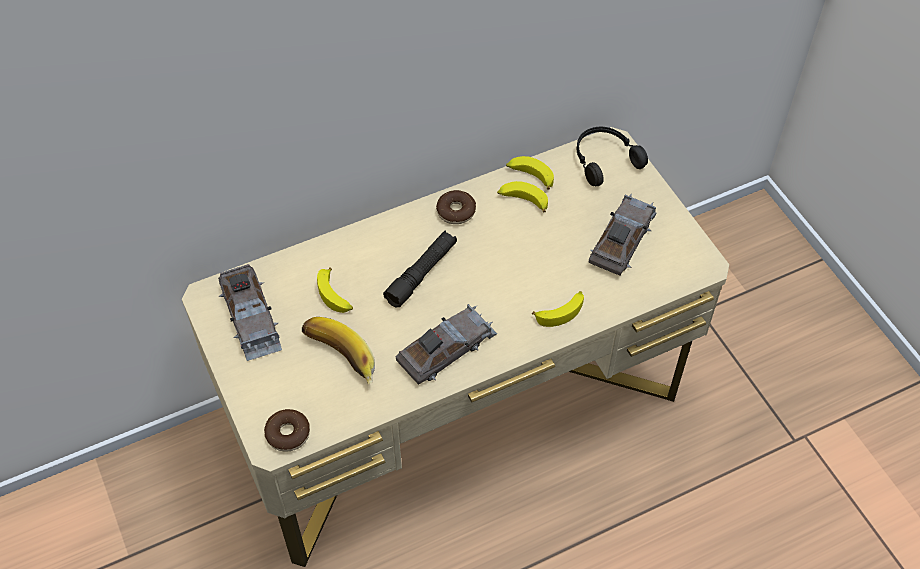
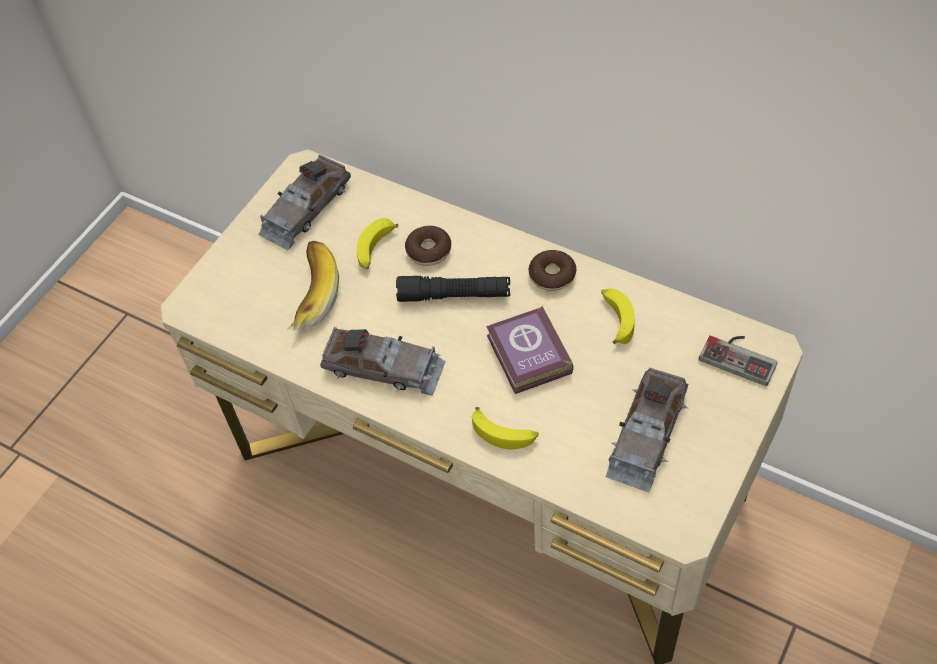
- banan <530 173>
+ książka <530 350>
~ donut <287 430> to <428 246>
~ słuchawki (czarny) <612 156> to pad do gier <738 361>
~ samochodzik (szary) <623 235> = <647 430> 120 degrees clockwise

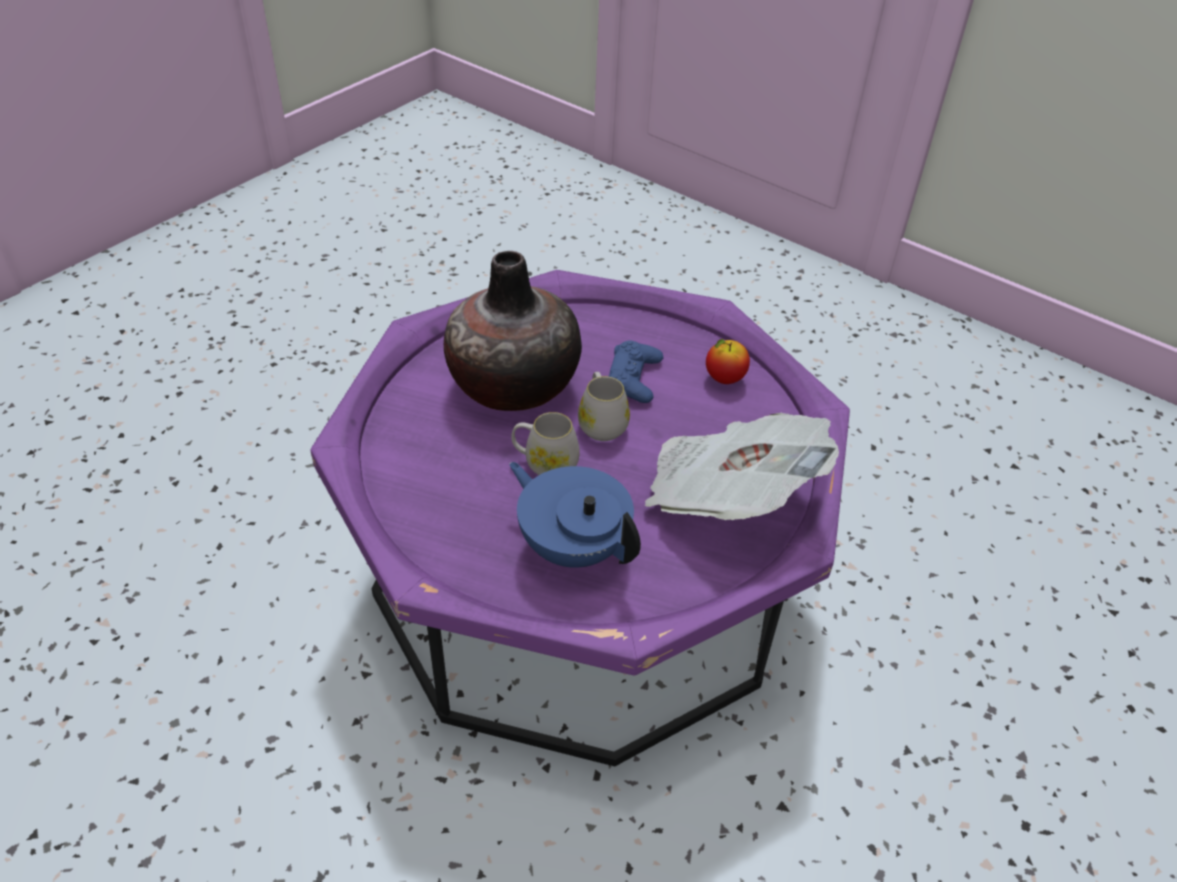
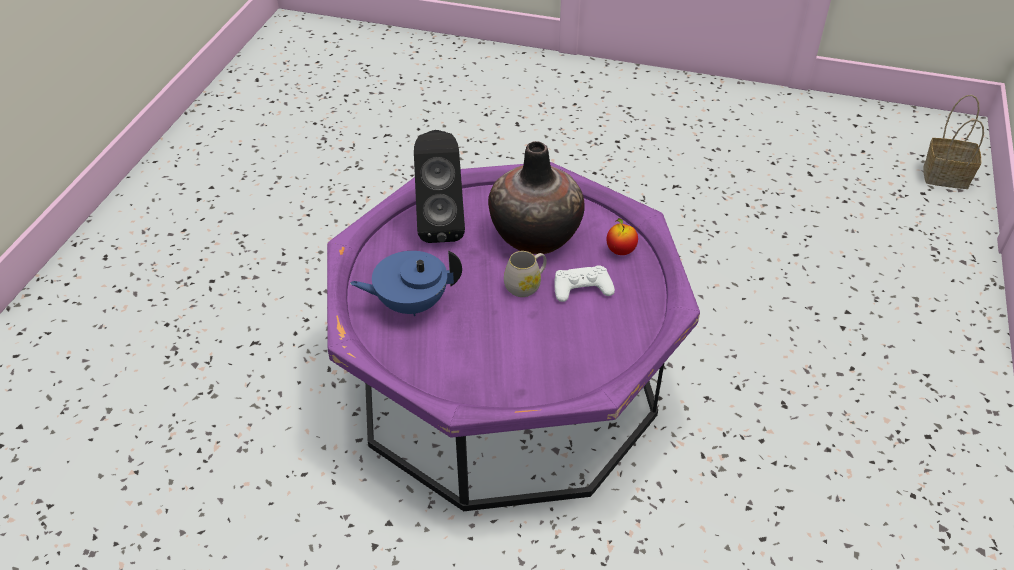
- kubek (biały) <545 443>
- gazeta <742 466>
+ głośnik (czarny) <439 186>
+ koszyk <953 142>
~ jabłko <728 361> to <622 236>
~ pad do gier (niebieski) <635 371> to pad do gier (biały) <584 283>
~ imbryk (niebieski) <575 515> = <406 283> 120 degrees counterclockwise

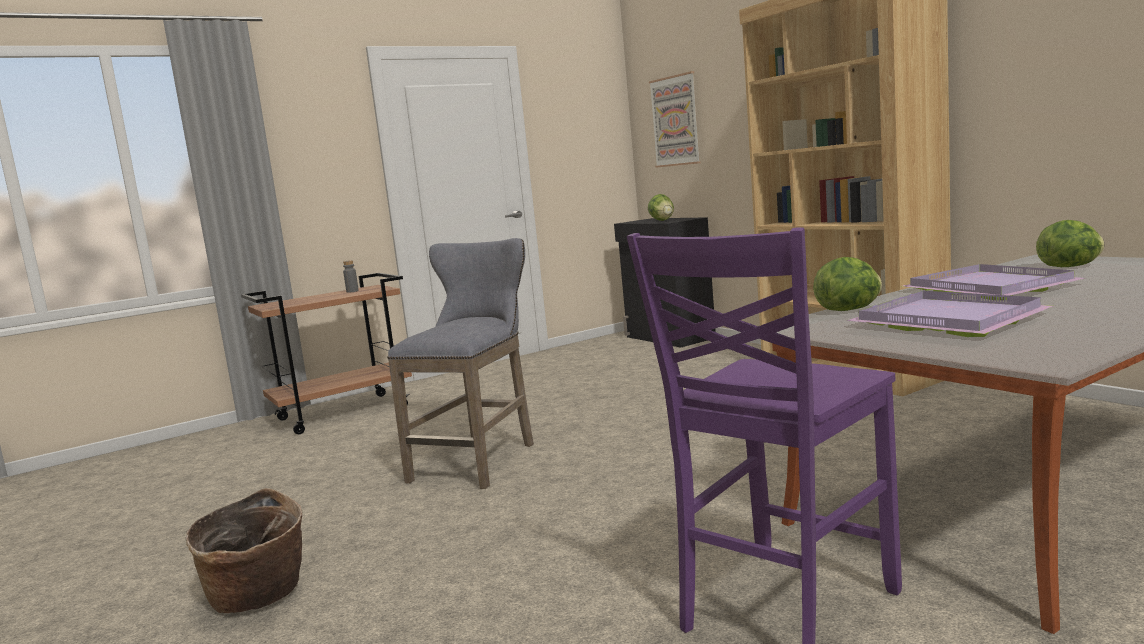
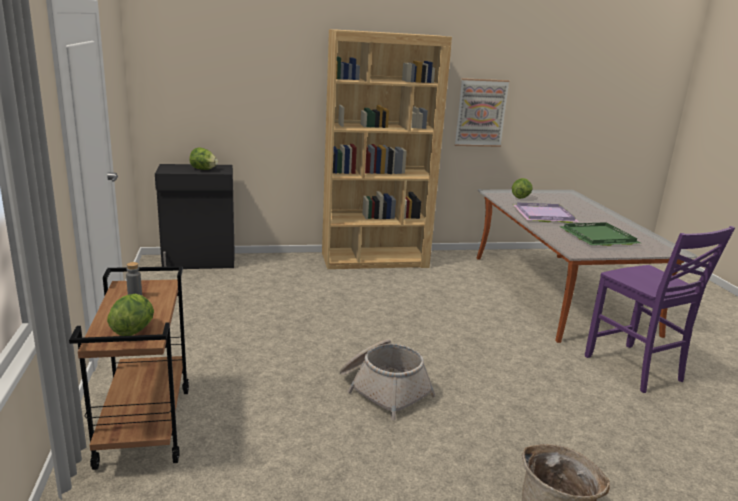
~ obraz <674 119> to <482 112>
~ sałata <847 284> to <130 315>
~ stołek (szary) <460 363> to koszyk <388 379>
~ taca (fioletowy) <950 314> to taca (zielony) <600 234>

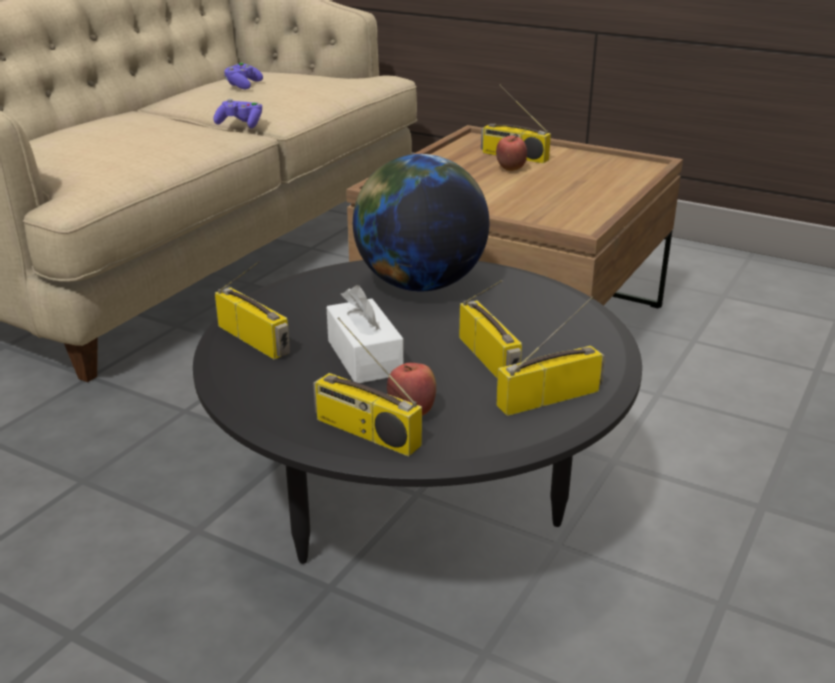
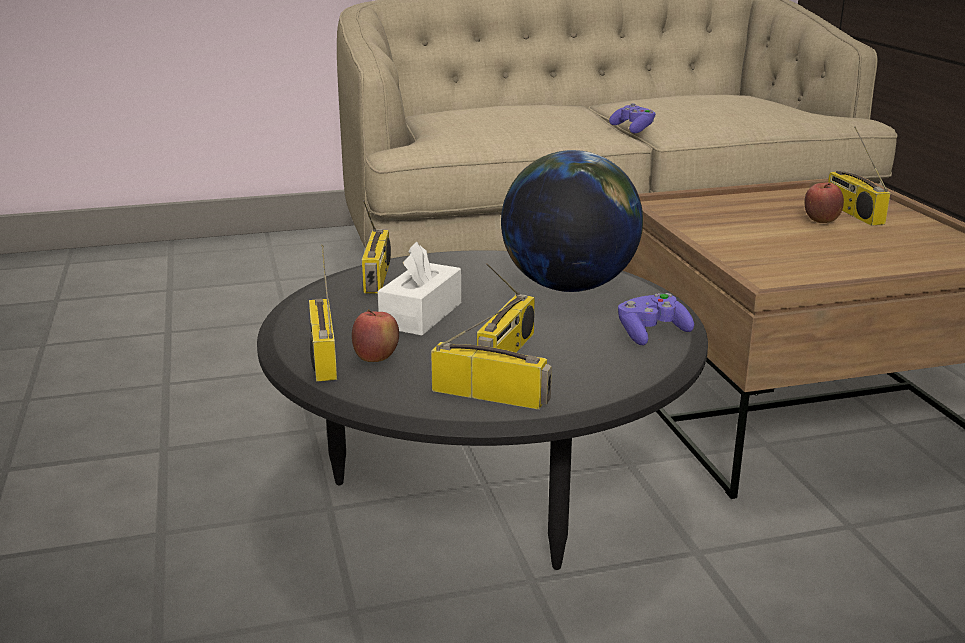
~ pad do gier (fioletowy) <243 76> to <656 319>

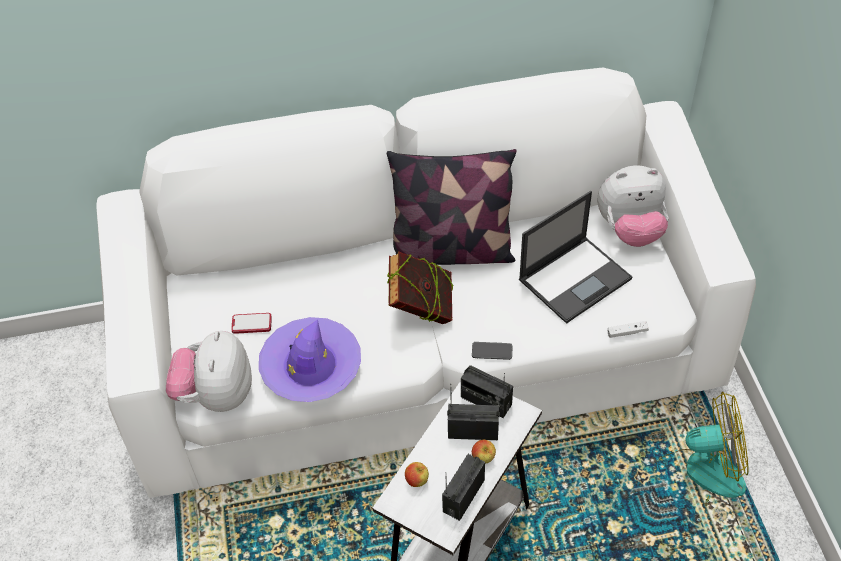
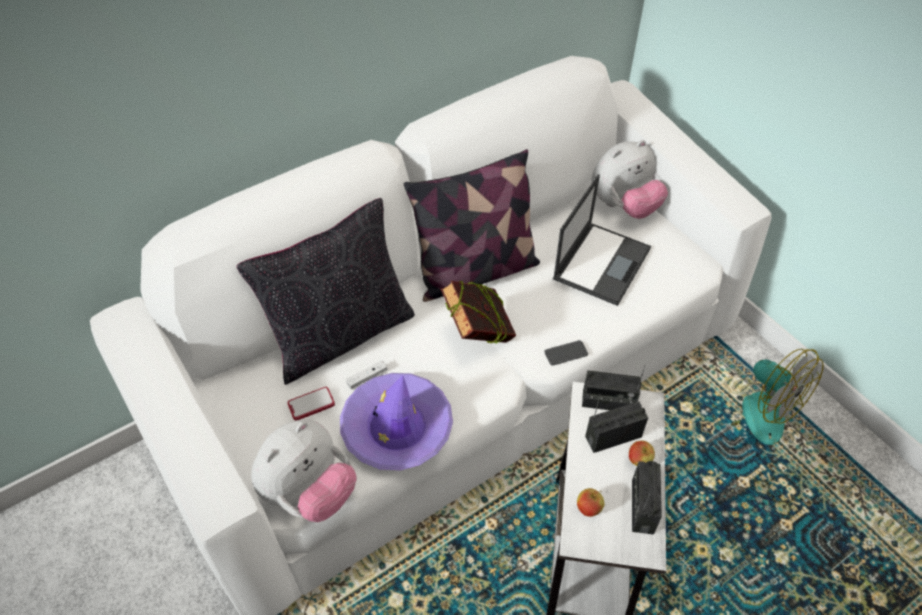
+ poduszka (czarny) <325 291>
~ pad do gier (biały) <628 329> to <366 375>
~ pluszak <209 371> = <303 470> 120 degrees counterclockwise
~ wentylator <702 449> = <775 397> 75 degrees clockwise

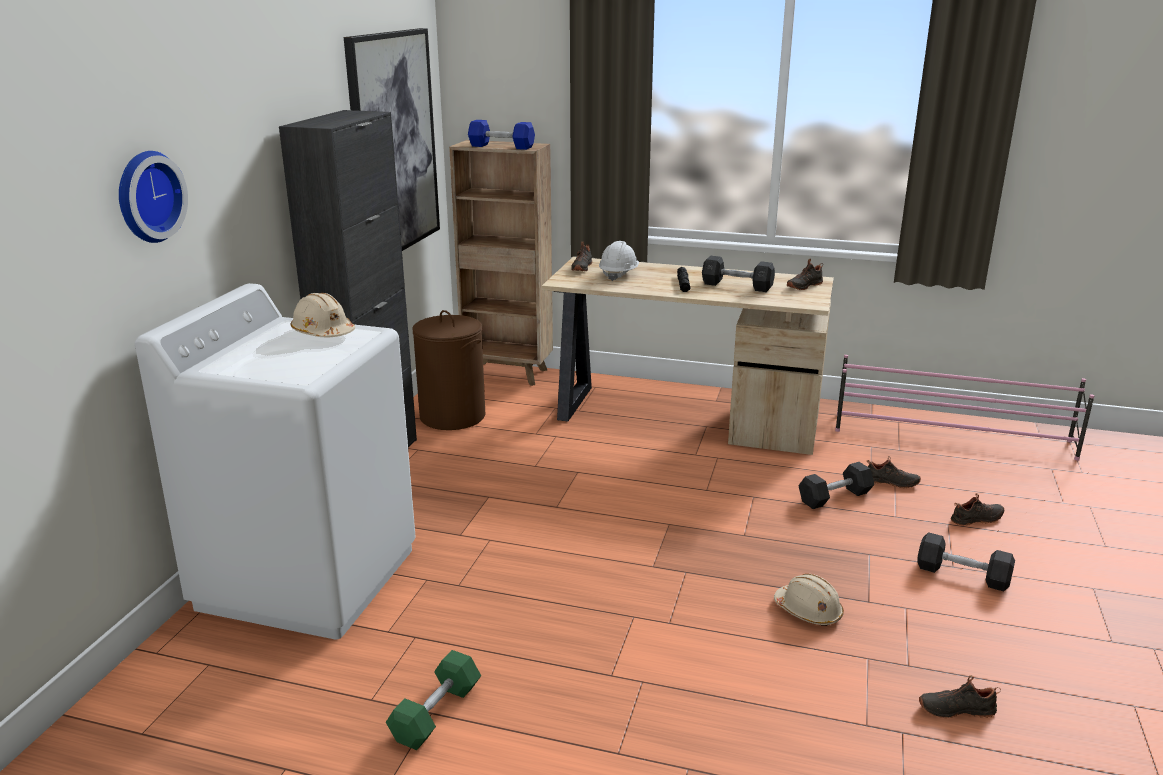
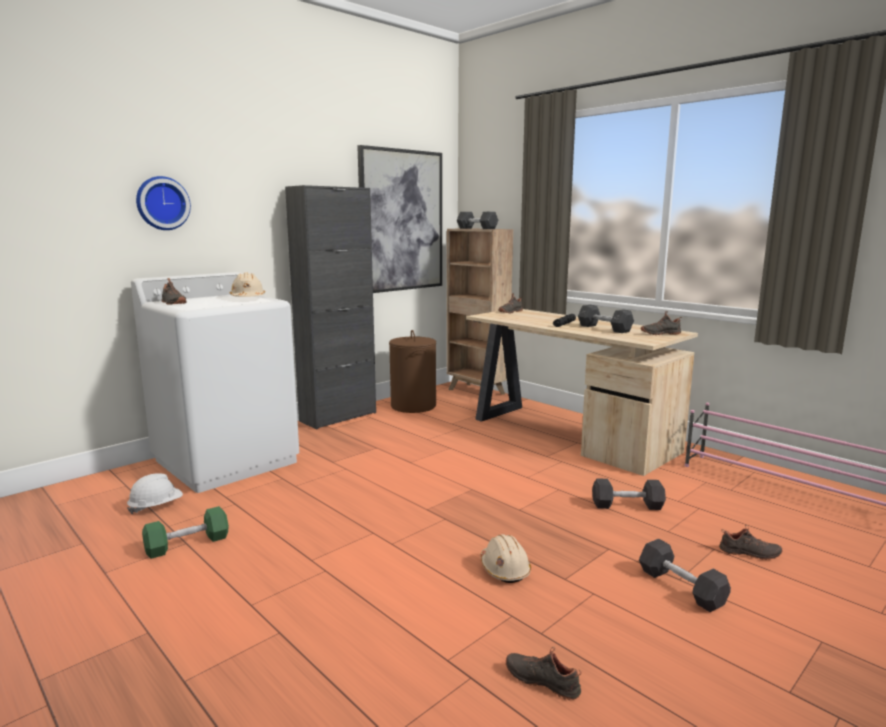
~ kask (biały) <619 261> to <155 493>
~ but (czarny) <894 472> to <174 291>
~ hantel (niebieski) <501 135> to hantel (szary) <478 220>

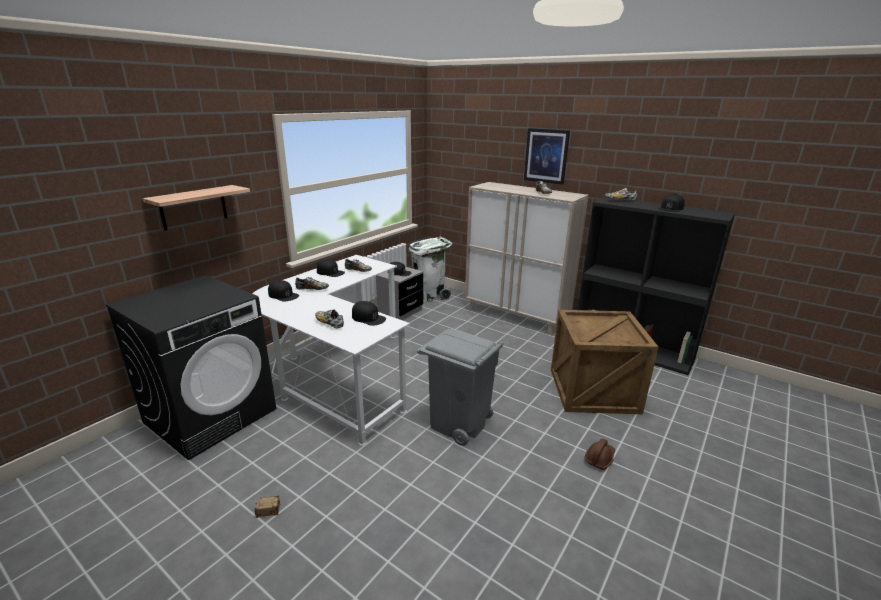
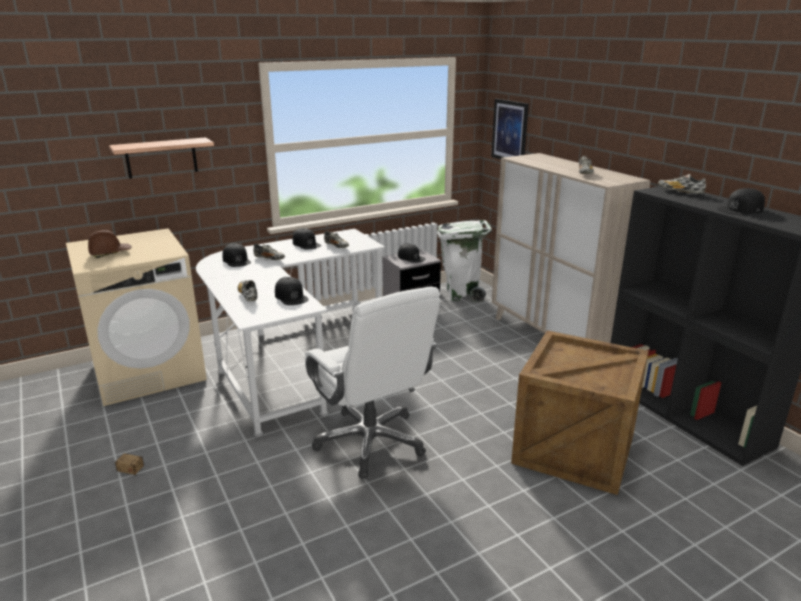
~ obraz <547 156> to <510 129>
~ kask (brązowy) <600 454> to <110 244>
~ kosz na śmieci (szary) <460 387> to krzesło biurowe (biały) <372 383>
~ pralka (czarny) <190 367> to pralka (beżowy) <136 317>

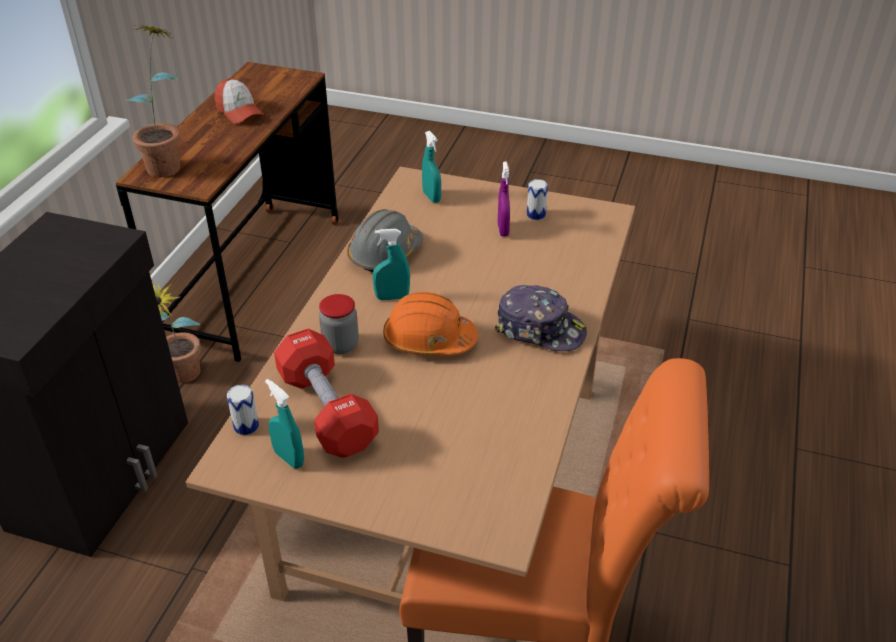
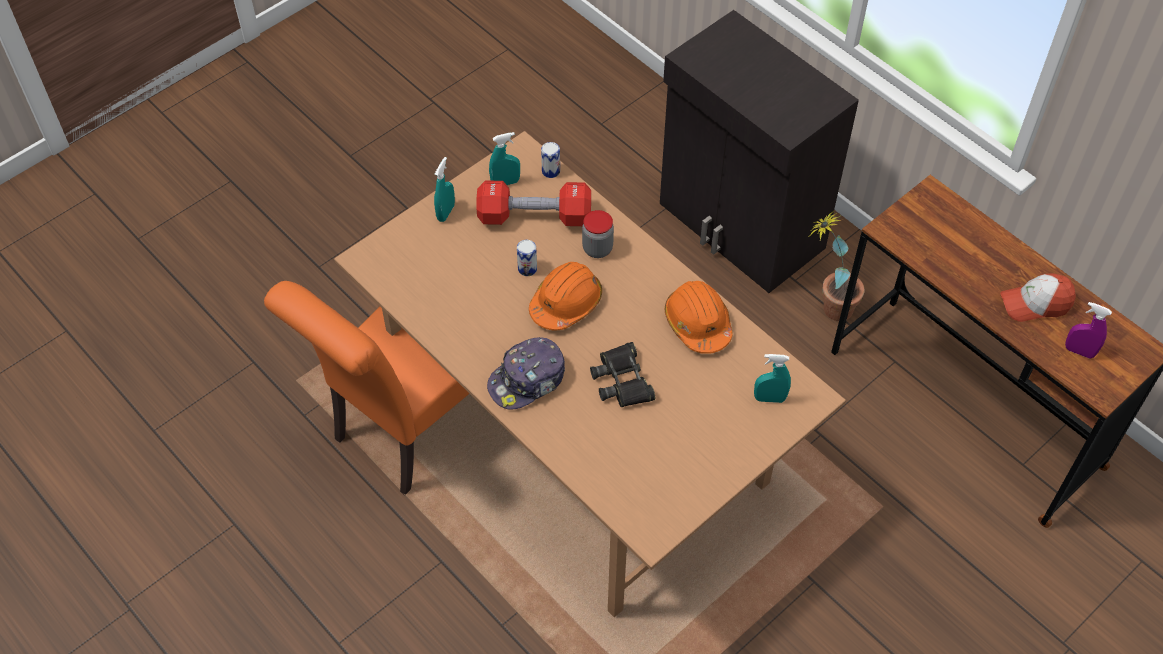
- roślina doniczkowa <153 101>
+ lornetka (czarny) <622 374>
~ spryskiwacz (turkusowy) <391 264> to <444 189>
~ spryskiwacz (fioletowy) <504 199> to <1088 330>
~ puszka <537 199> to <527 258>
~ kask (szary) <385 240> to kask (pomarańczowy) <699 317>

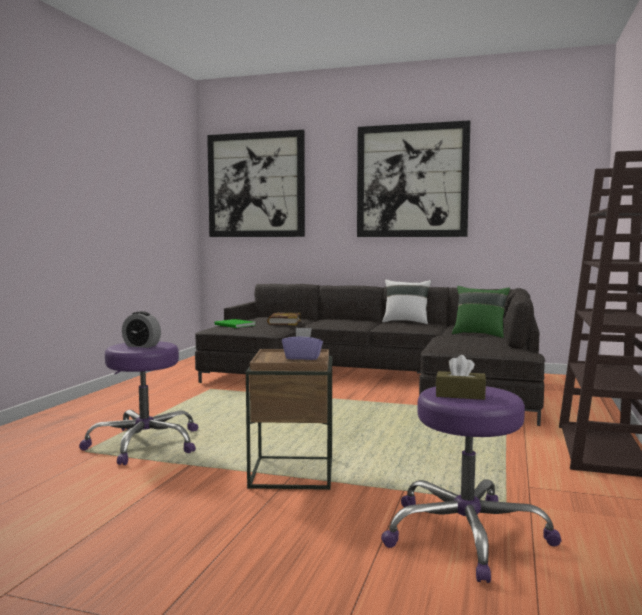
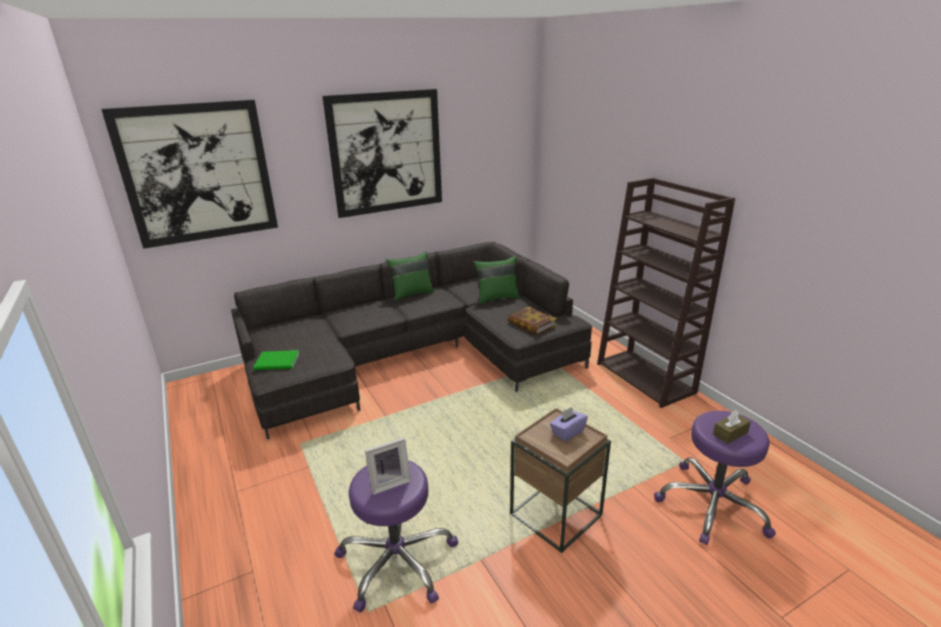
~ książka <284 318> to <532 321>
~ budzik <141 329> to ramka na zdjęcie <388 466>
~ poduszka (biały) <406 301> to poduszka (zielony) <410 276>

